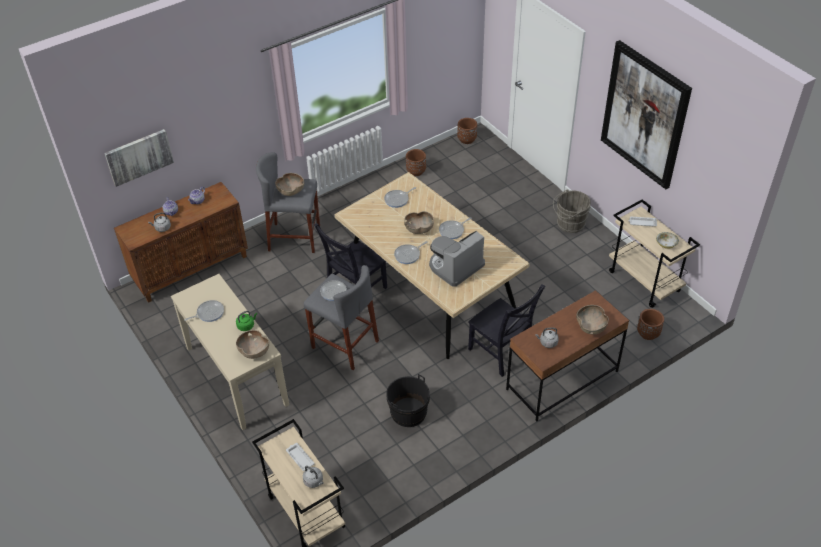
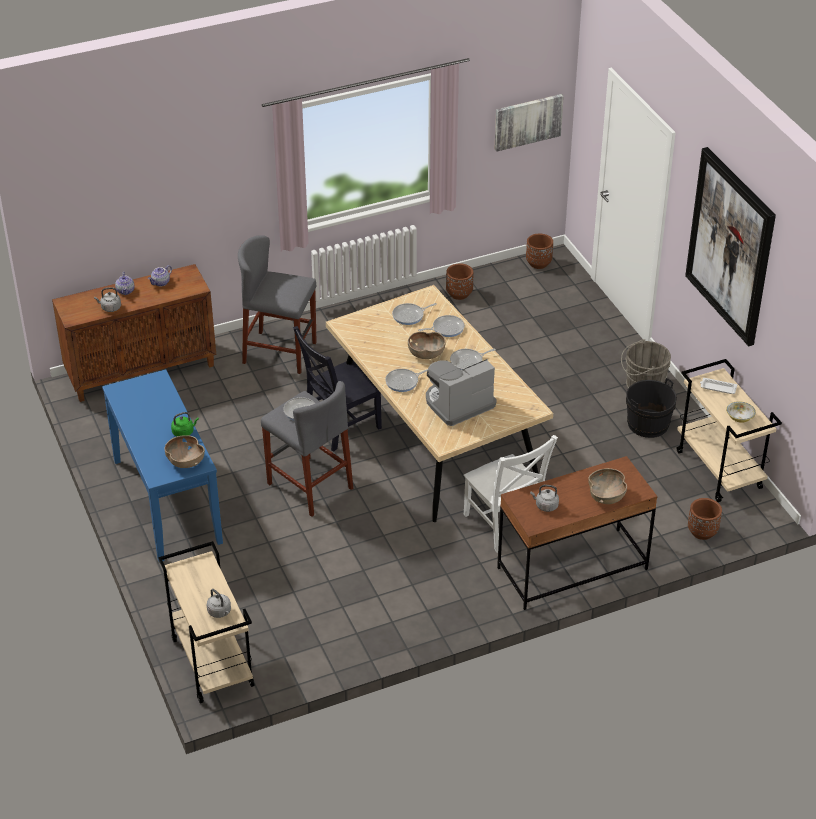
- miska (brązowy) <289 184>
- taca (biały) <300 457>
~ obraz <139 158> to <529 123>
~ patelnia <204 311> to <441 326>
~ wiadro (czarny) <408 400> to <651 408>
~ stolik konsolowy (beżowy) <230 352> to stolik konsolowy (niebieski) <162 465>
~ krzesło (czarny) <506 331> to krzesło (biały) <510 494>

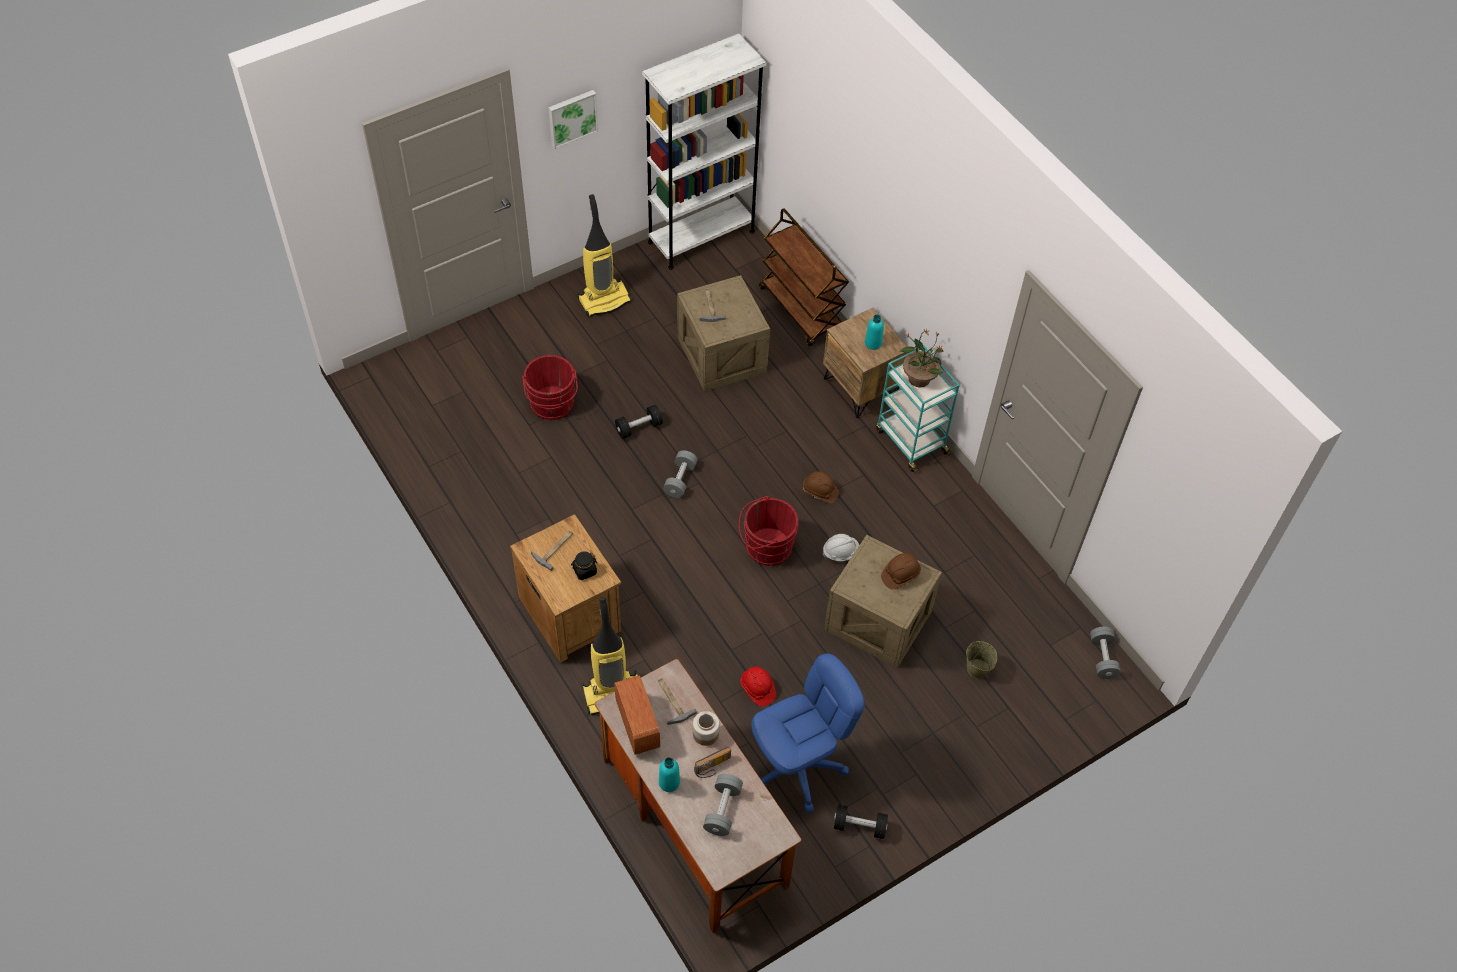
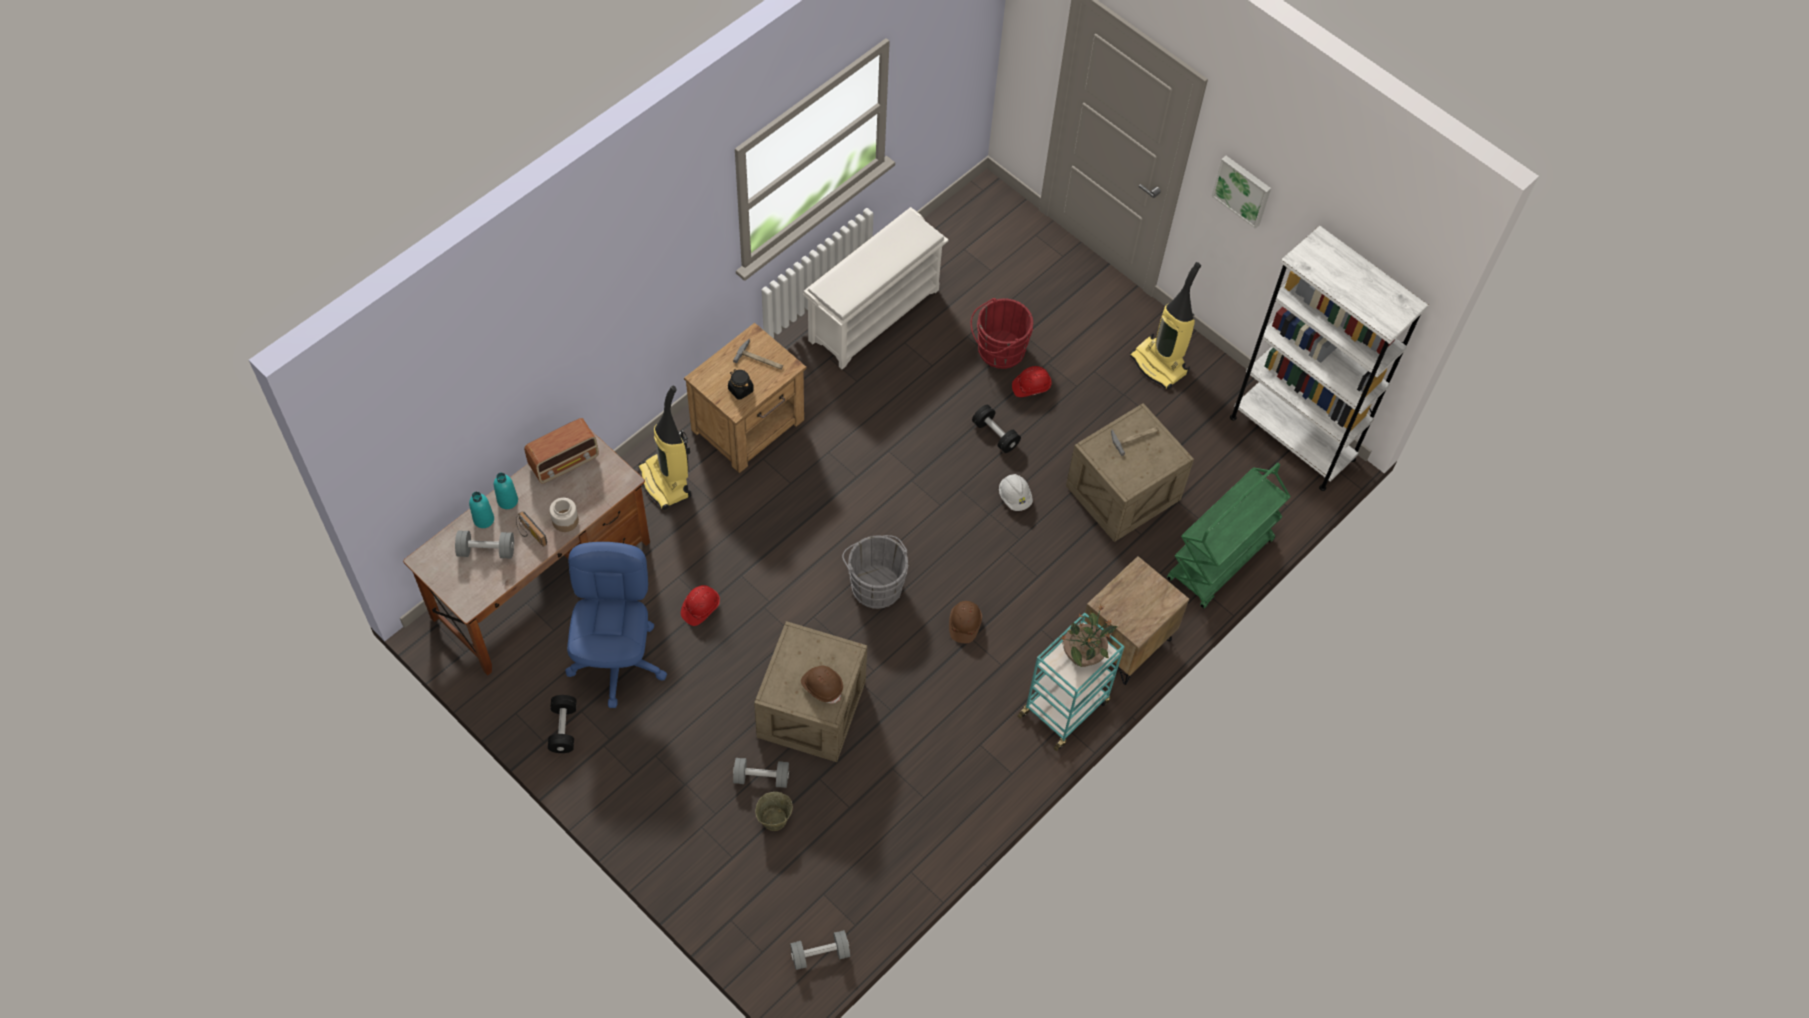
- młotek <677 701>
+ regał na buty (biały) <876 288>
+ kask (czerwony) <1032 381>
~ hantel (szary) <680 474> to <761 773>
~ kask (biały) <841 547> to <1016 492>
~ butelka (turkusowy) <874 332> to <481 510>
~ wiadro (czerwony) <768 531> to wiadro (szary) <875 572>
~ wózek (brązowy) <804 277> to wózek (zielony) <1229 535>
~ krzesło biurowe (niebieski) <808 733> = <616 625> 135 degrees counterclockwise

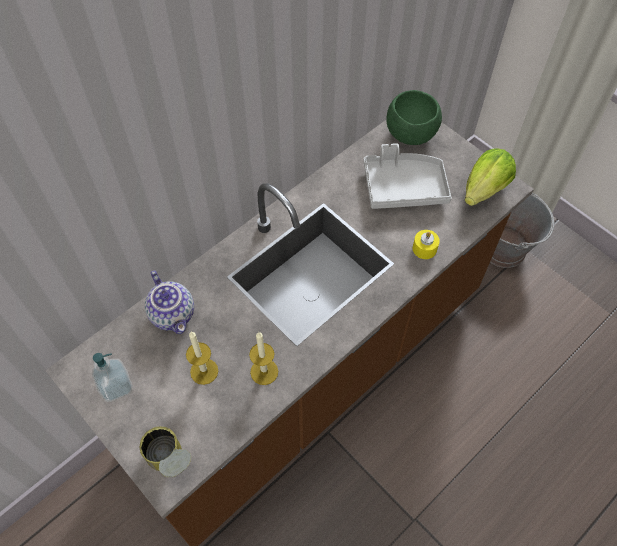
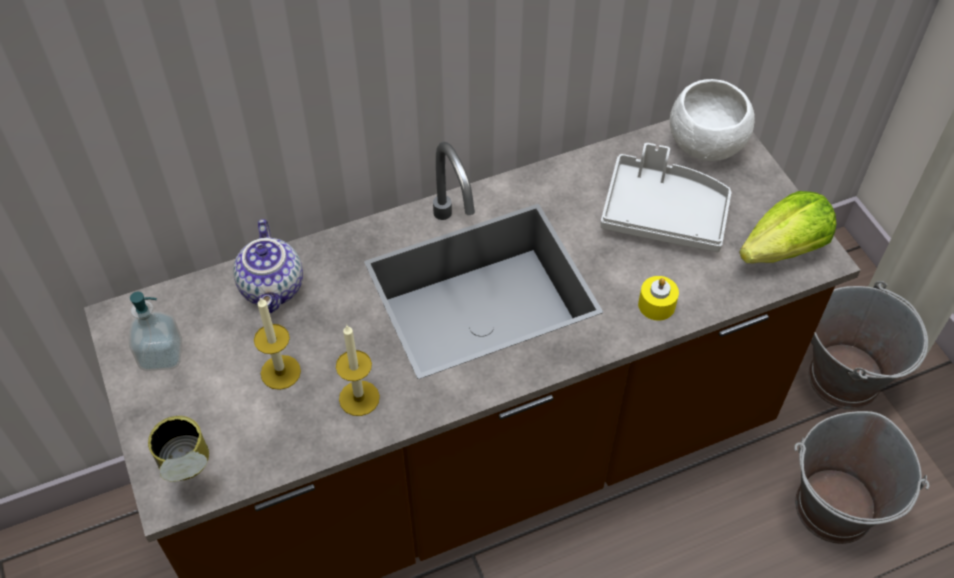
+ wiadro (szary) <862 477>
~ miska (zielony) <414 117> to miska (biały) <712 120>

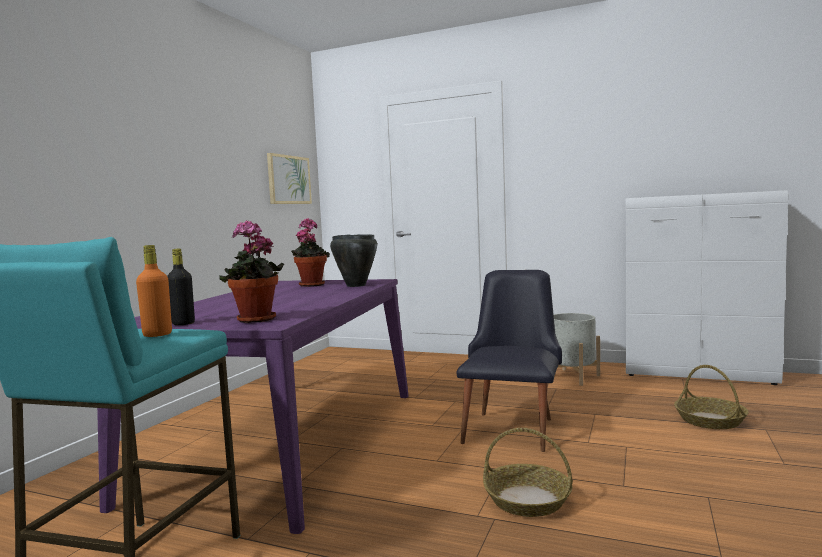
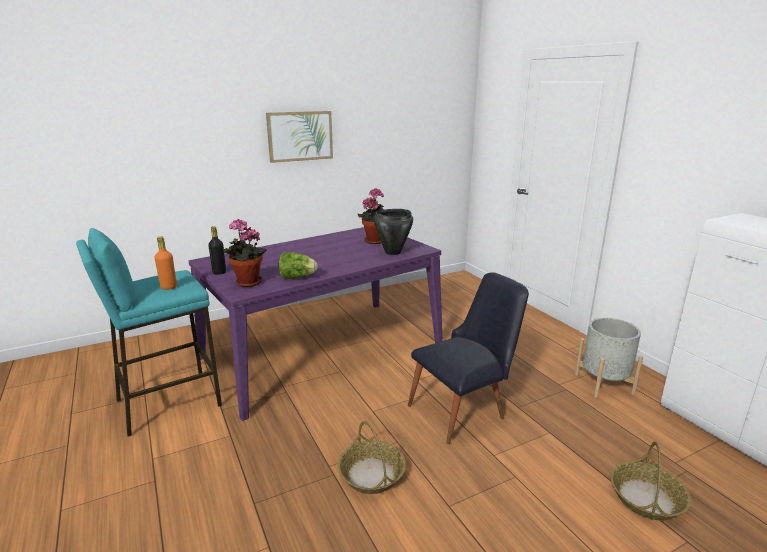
+ sałata <298 265>
~ obraz <289 178> to <299 137>

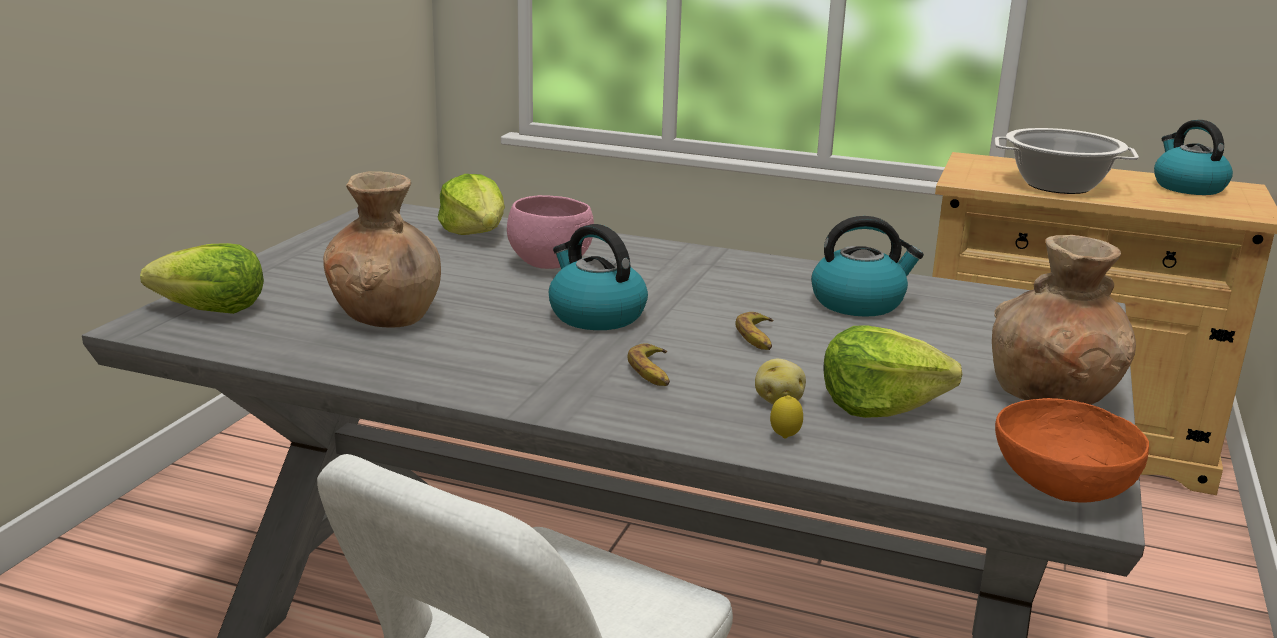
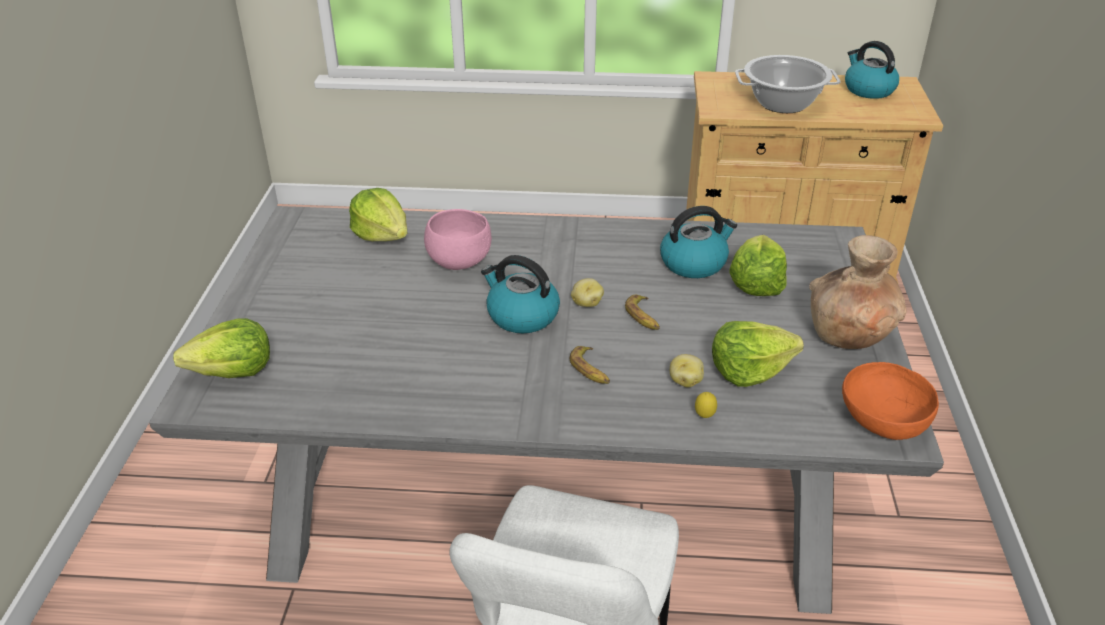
- wazon (brązowy) <382 249>
+ ziemniak <587 292>
+ sałata <758 265>

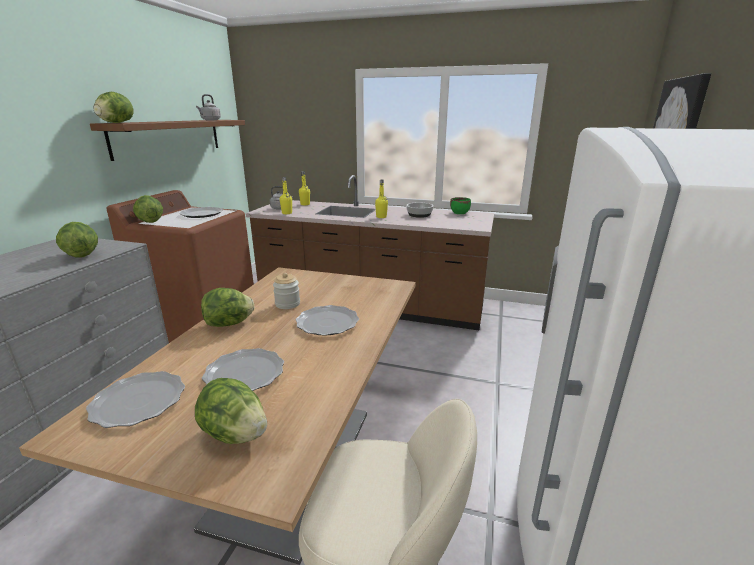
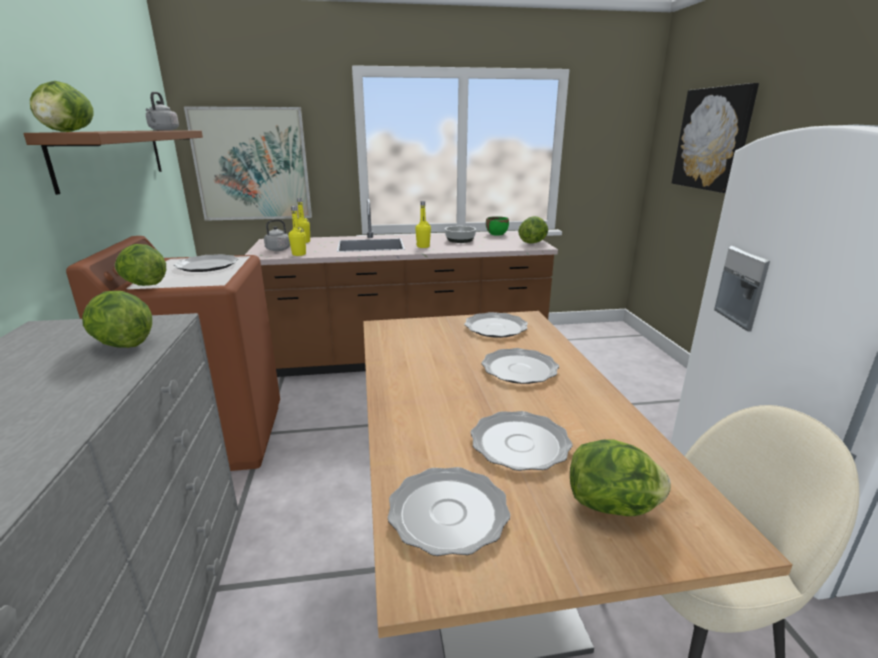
- słoik <286 291>
+ obraz <248 163>
+ talerz <496 325>
~ sałata <227 307> to <533 229>

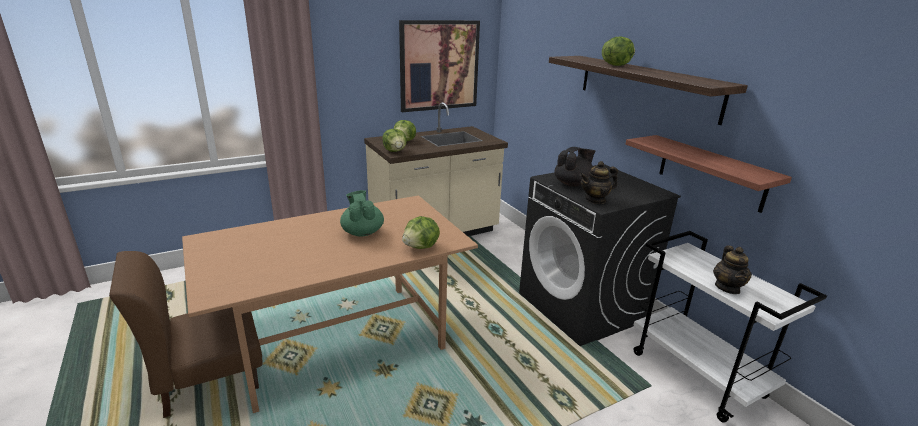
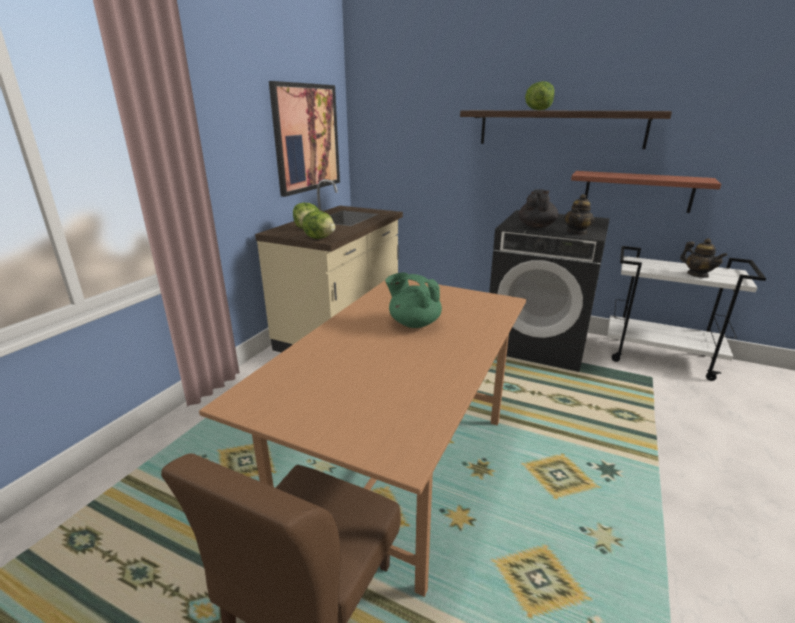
- sałata <421 232>

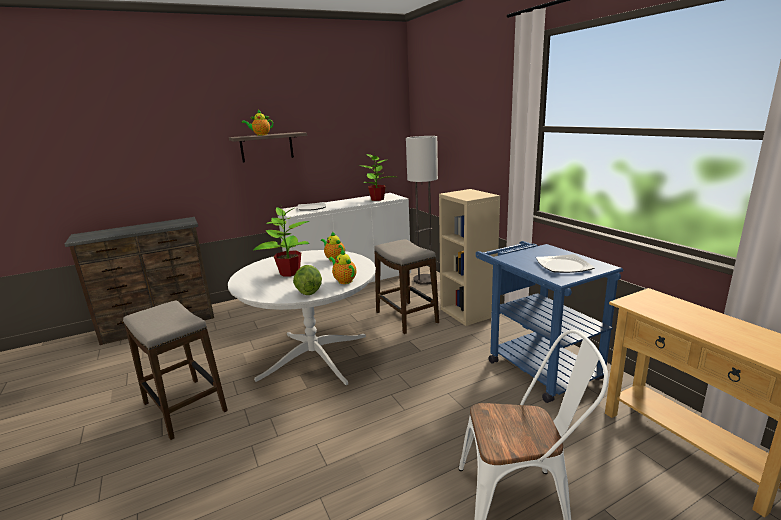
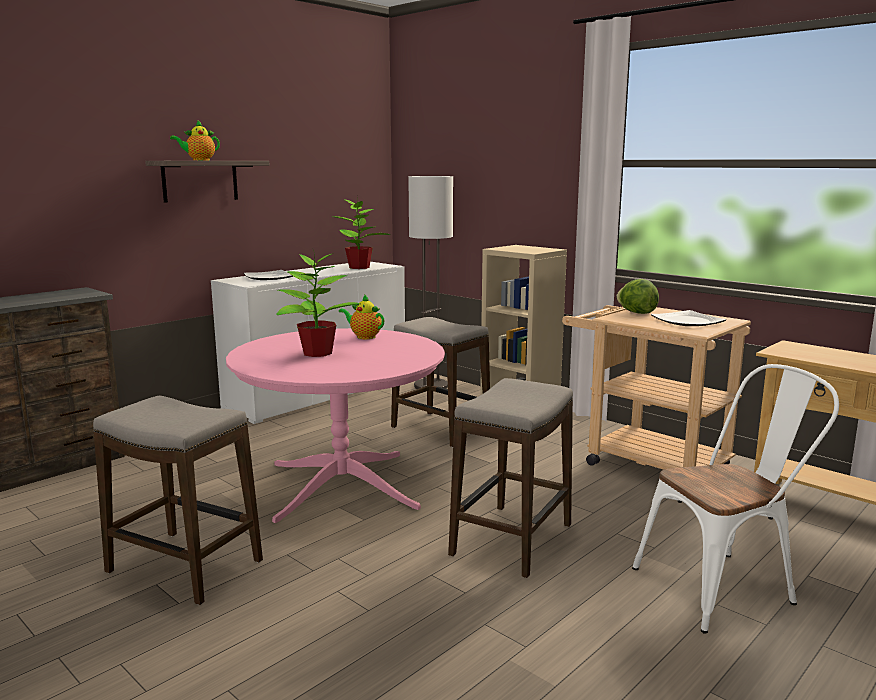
- imbryk <343 266>
+ stołek <510 478>
~ sałata <307 280> to <637 296>
~ stół jadalny (biały) <302 317> to stół jadalny (różowy) <335 425>
~ wózek (niebieski) <549 322> to wózek (beżowy) <656 387>

